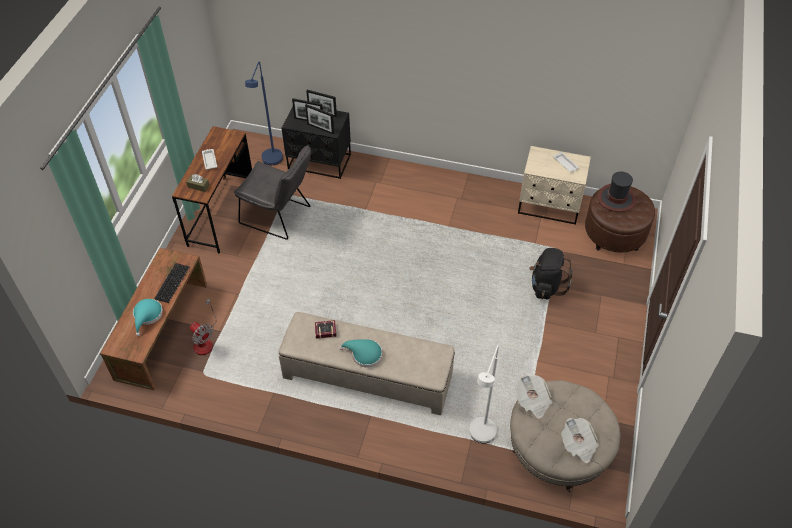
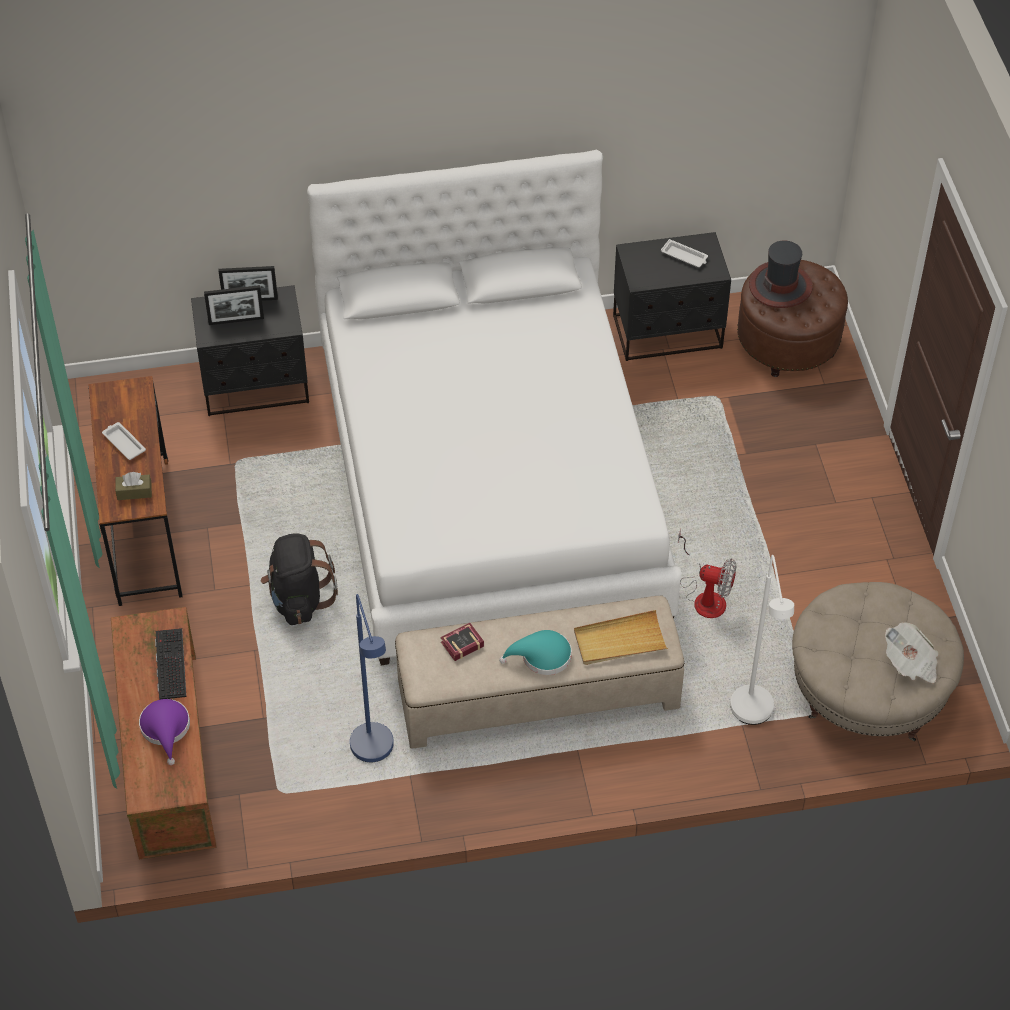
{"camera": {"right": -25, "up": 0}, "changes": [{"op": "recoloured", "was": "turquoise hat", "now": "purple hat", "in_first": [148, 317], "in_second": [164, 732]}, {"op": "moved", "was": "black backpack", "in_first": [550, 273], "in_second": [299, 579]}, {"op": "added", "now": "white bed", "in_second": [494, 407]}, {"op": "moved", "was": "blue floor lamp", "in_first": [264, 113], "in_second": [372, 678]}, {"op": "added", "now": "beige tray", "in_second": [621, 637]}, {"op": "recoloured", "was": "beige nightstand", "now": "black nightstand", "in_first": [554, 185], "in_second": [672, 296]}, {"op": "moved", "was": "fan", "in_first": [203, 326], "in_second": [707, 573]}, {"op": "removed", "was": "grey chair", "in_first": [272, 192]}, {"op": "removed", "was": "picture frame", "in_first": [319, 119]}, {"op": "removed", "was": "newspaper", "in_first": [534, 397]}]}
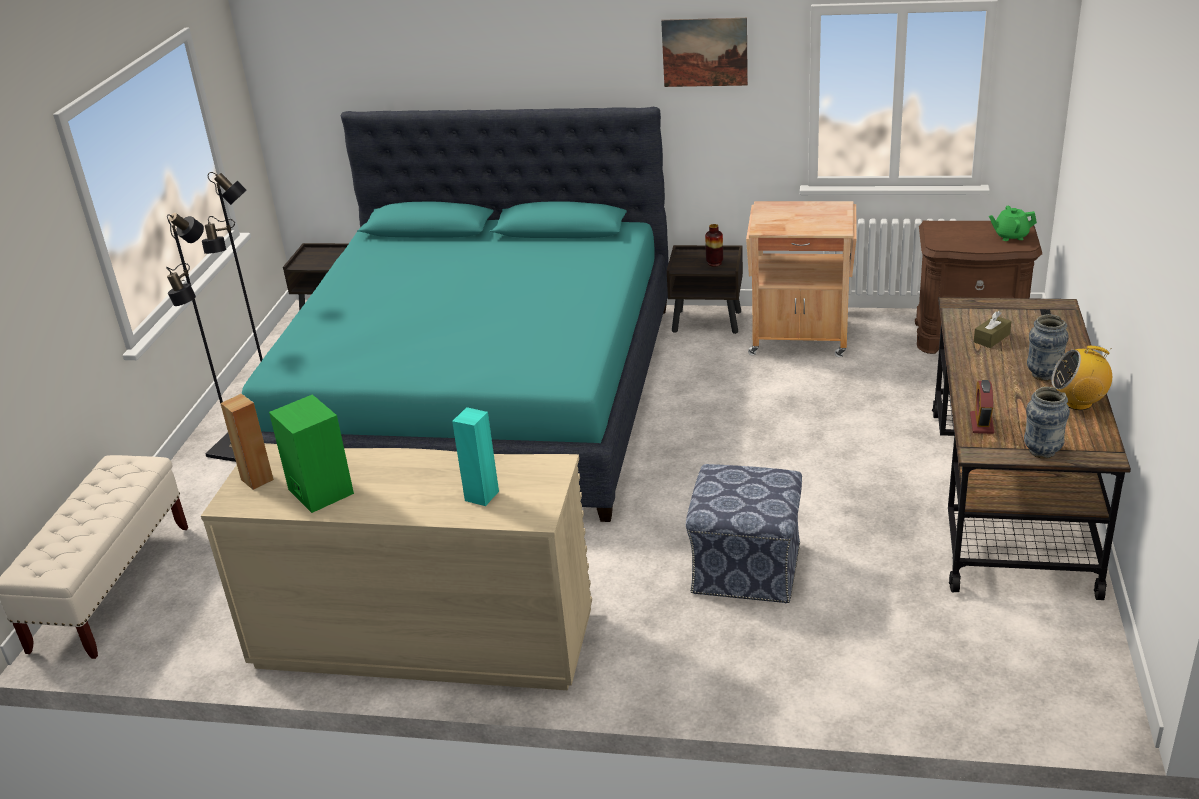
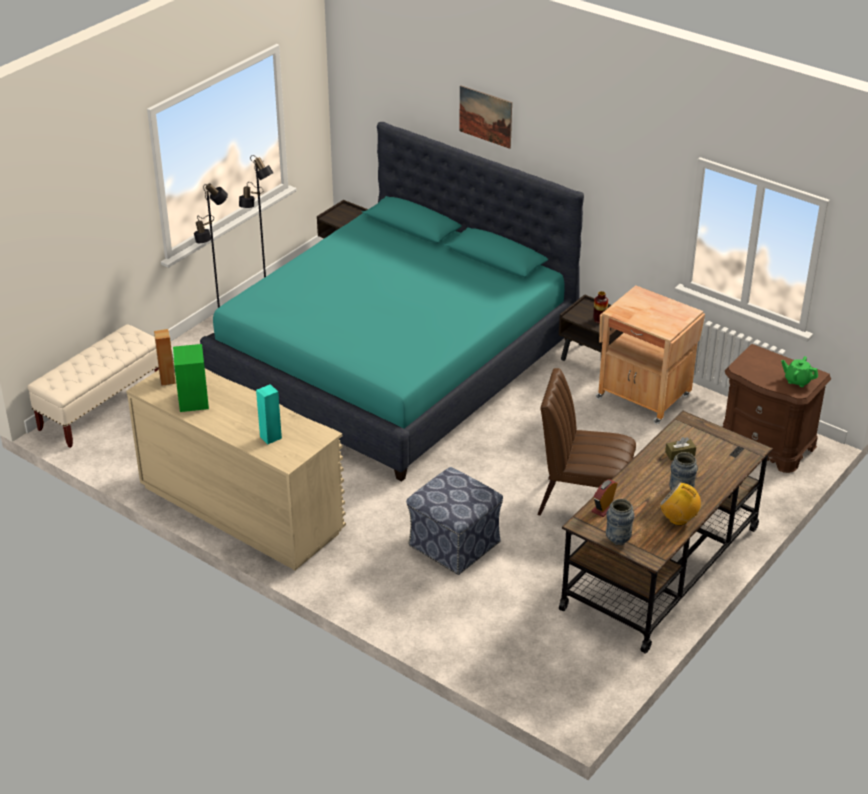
{"camera": {"right": 25, "up": 5}, "changes": [{"op": "moved", "was": "picture", "in_first": [704, 52], "in_second": [485, 117]}, {"op": "added", "now": "brown chair", "in_second": [586, 442]}]}
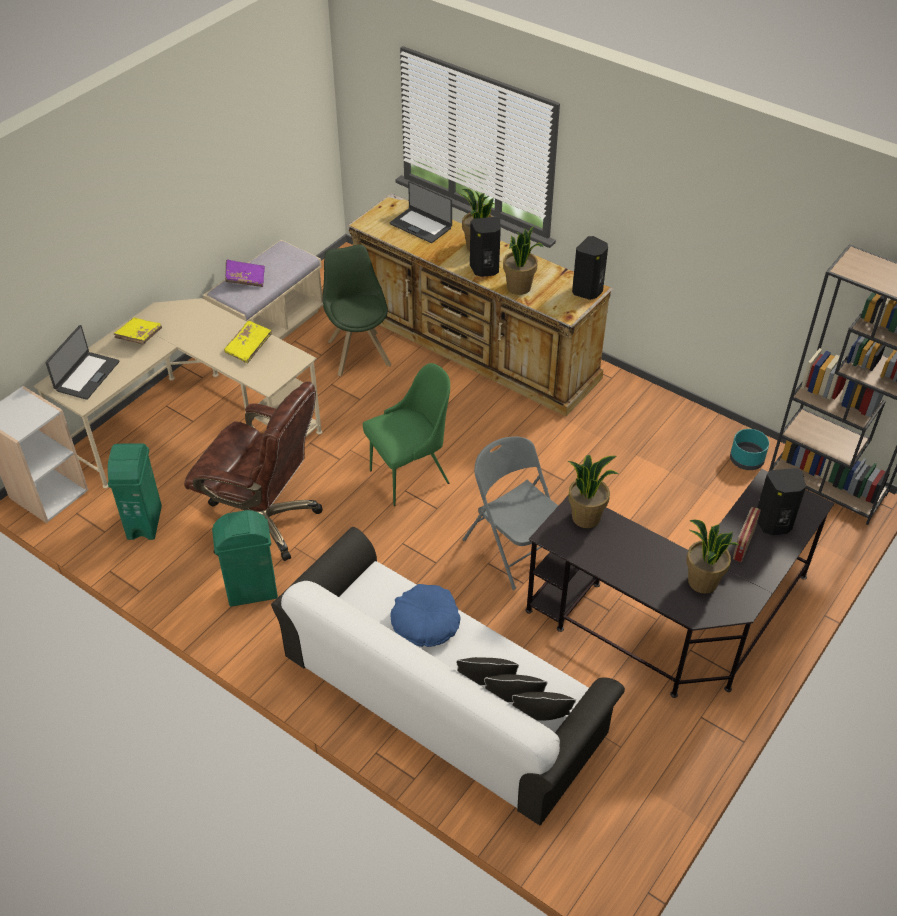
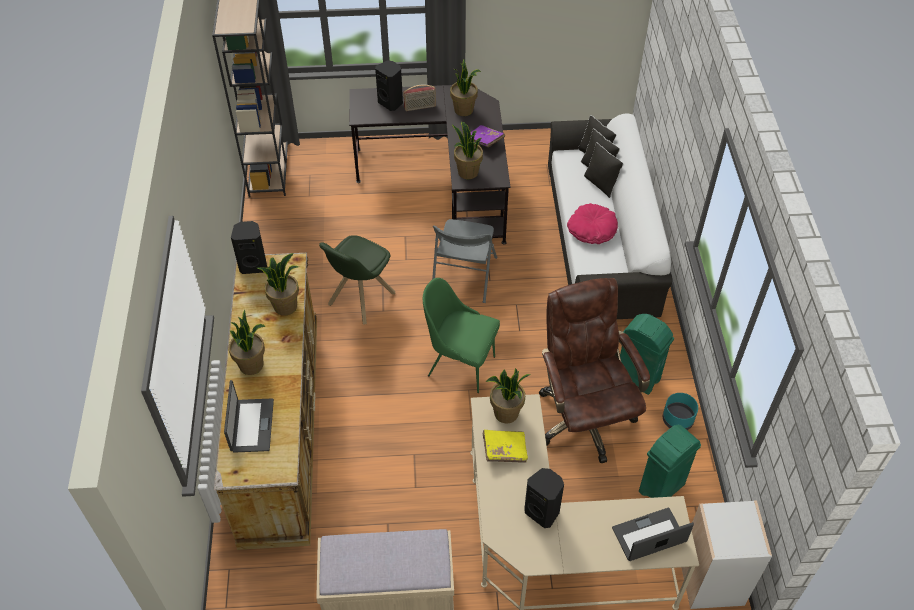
{"camera": {"right": -130, "up": 5}, "changes": [{"op": "moved", "was": "green chair", "in_first": [357, 310], "in_second": [357, 280]}, {"op": "moved", "was": "purple book", "in_first": [245, 273], "in_second": [487, 136]}, {"op": "added", "now": "potted plant", "in_second": [508, 395]}, {"op": "moved", "was": "black speaker", "in_first": [485, 247], "in_second": [544, 498]}, {"op": "recoloured", "was": "blue pillow", "now": "pink pillow", "in_first": [425, 615], "in_second": [592, 223]}, {"op": "moved", "was": "turquoise planter", "in_first": [749, 449], "in_second": [680, 411]}, {"op": "removed", "was": "yellow book", "in_first": [137, 331]}]}
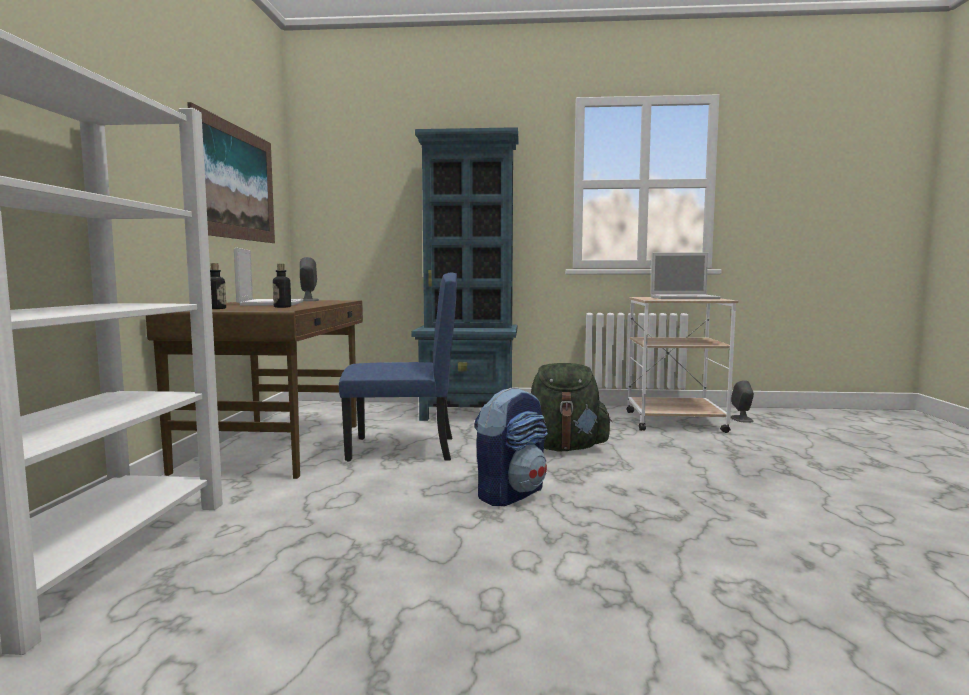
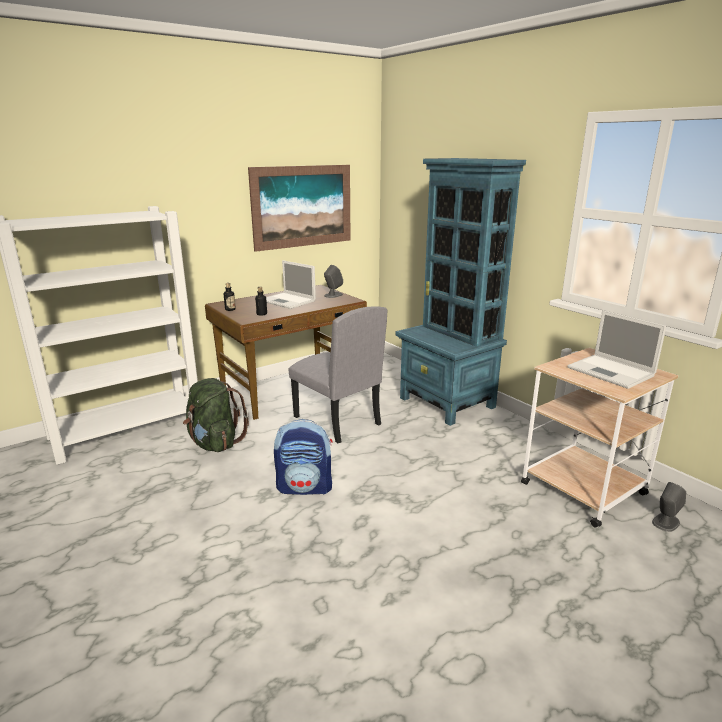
{"camera": {"right": 50, "up": 15}, "changes": [{"op": "moved", "was": "green backpack", "in_first": [571, 407], "in_second": [216, 415]}, {"op": "turned", "was": "laptop", "in_first": [268, 277], "in_second": [291, 284], "clockwise": 90}, {"op": "recoloured", "was": "blue chair", "now": "grey chair", "in_first": [398, 367], "in_second": [338, 374]}]}
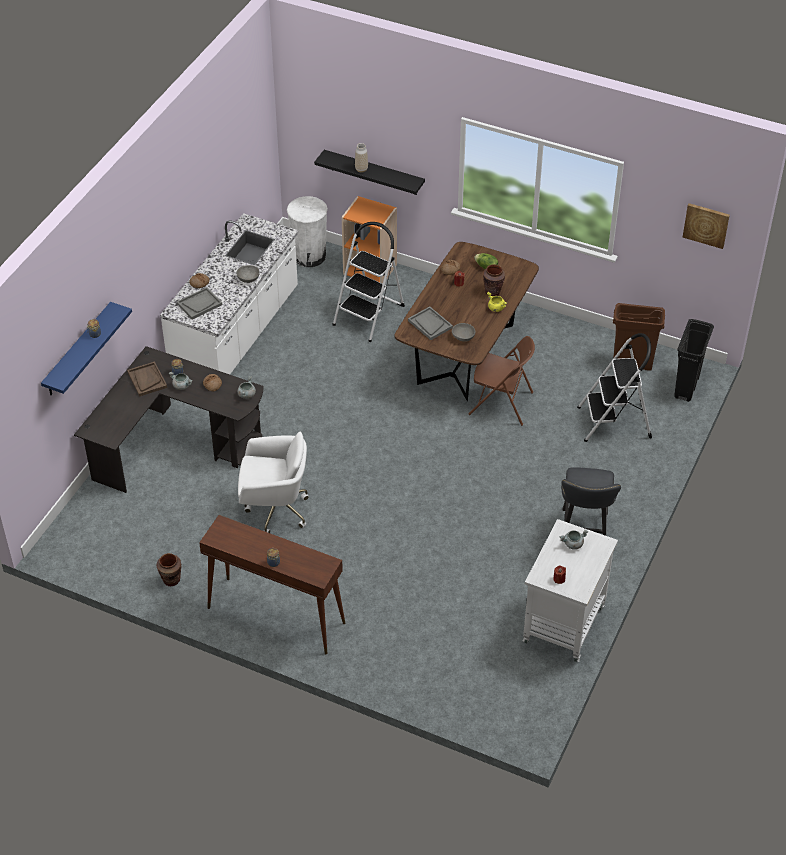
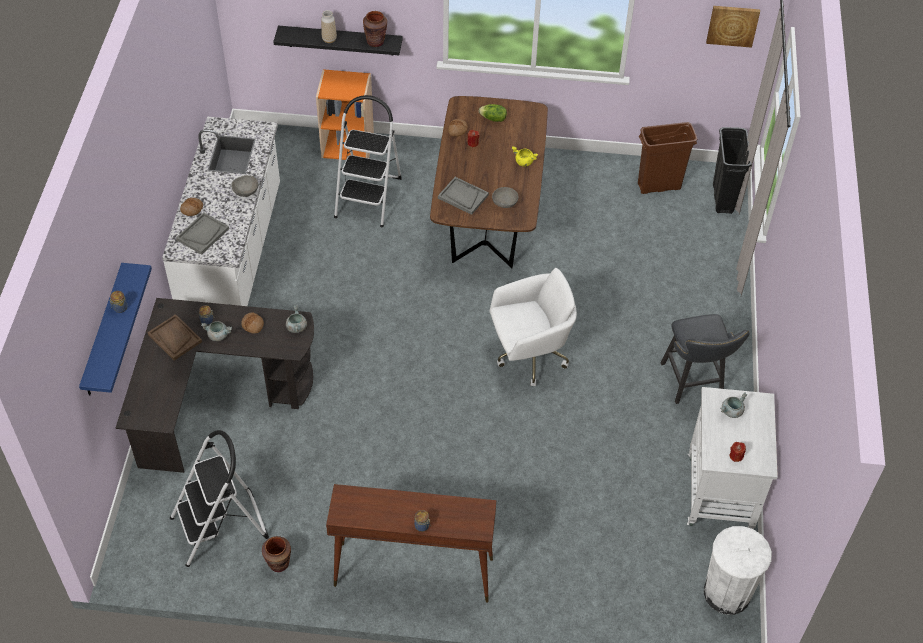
{"camera": {"right": -20, "up": 5}, "changes": [{"op": "moved", "was": "step ladder", "in_first": [614, 387], "in_second": [219, 498]}, {"op": "moved", "was": "brown vase", "in_first": [494, 280], "in_second": [375, 29]}, {"op": "moved", "was": "white office chair", "in_first": [273, 482], "in_second": [533, 327]}, {"op": "moved", "was": "white trash can", "in_first": [307, 231], "in_second": [738, 570]}, {"op": "removed", "was": "brown chair", "in_first": [502, 381]}]}
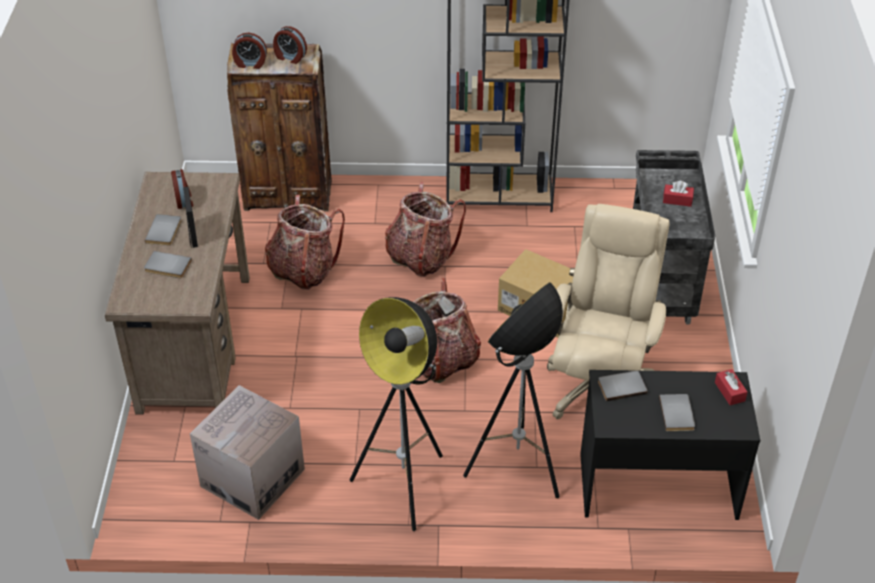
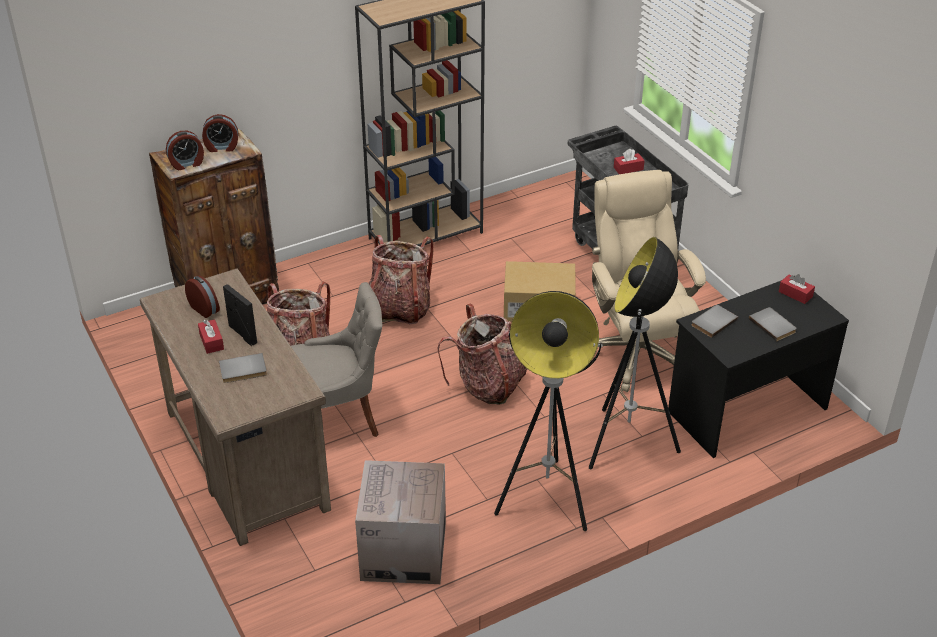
{"camera": {"right": -30, "up": -5}, "changes": [{"op": "replaced", "was": "grey book", "now": "red tissue box", "in_first": [163, 230], "in_second": [211, 336]}, {"op": "added", "now": "grey chair", "in_second": [336, 359]}]}
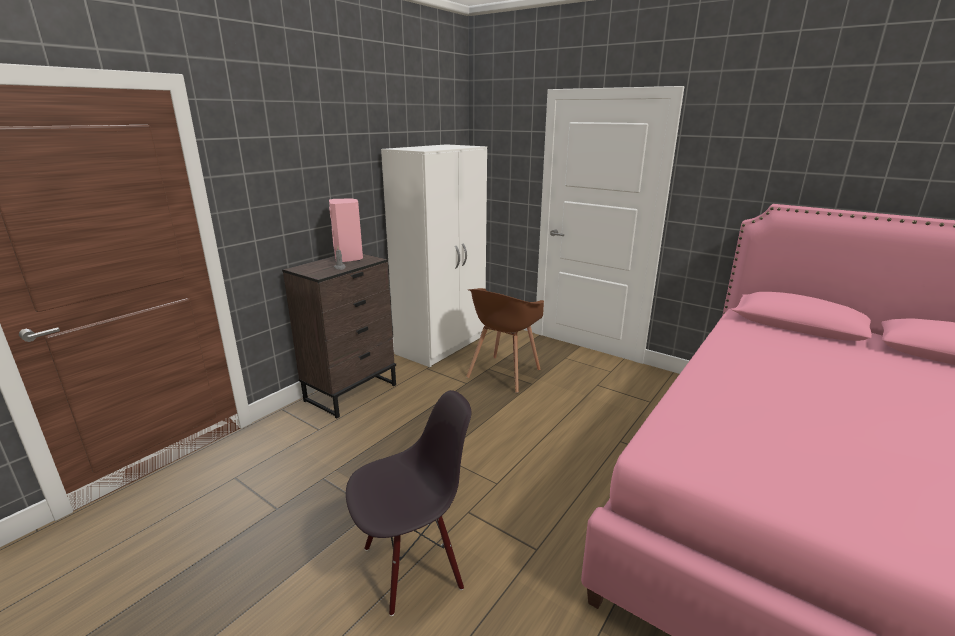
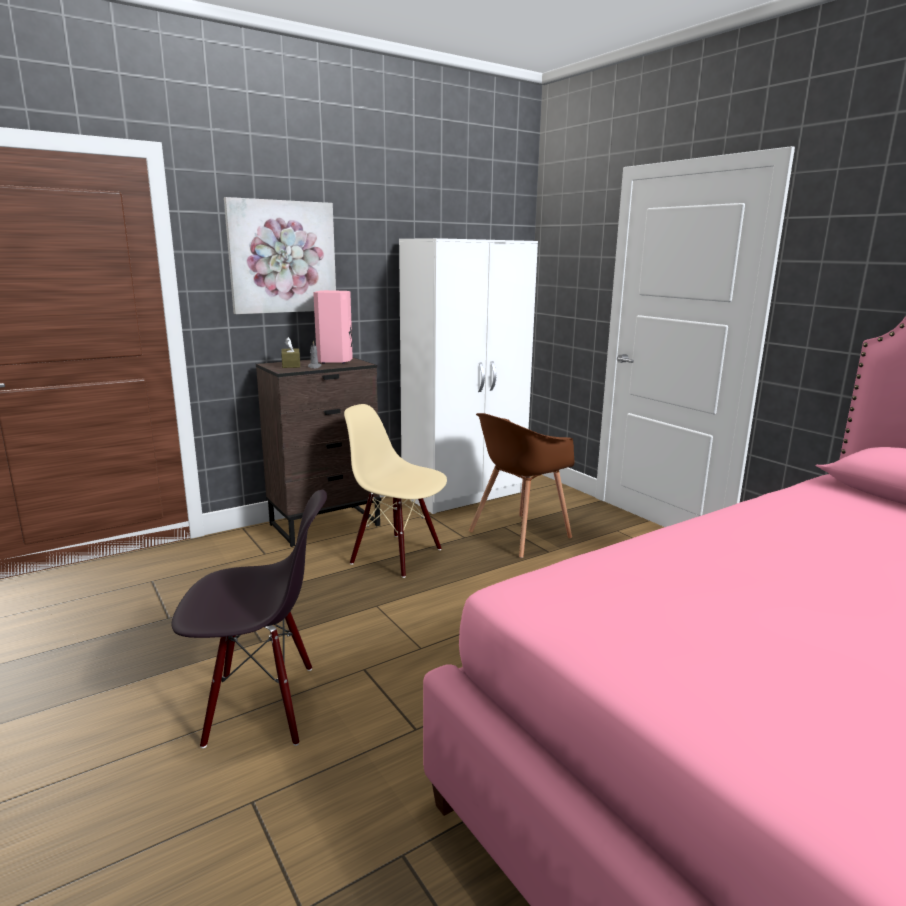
{"camera": {"right": 20, "up": -5}, "changes": [{"op": "added", "now": "picture", "in_second": [280, 255]}, {"op": "added", "now": "brown tissue box", "in_second": [290, 352]}, {"op": "added", "now": "beige chair", "in_second": [395, 491]}]}
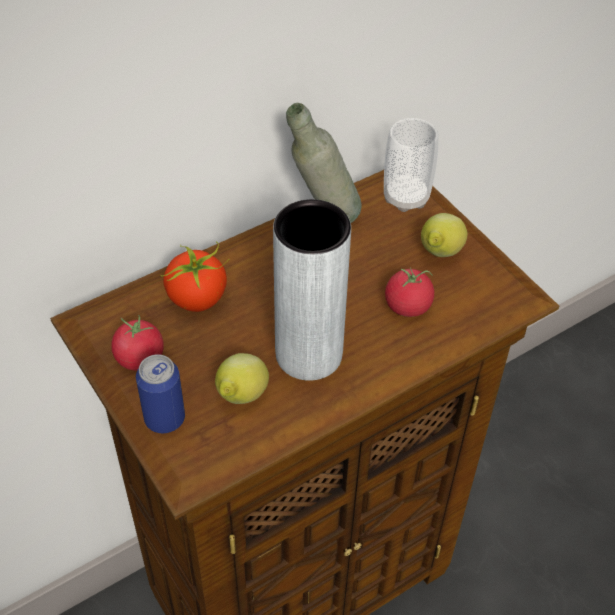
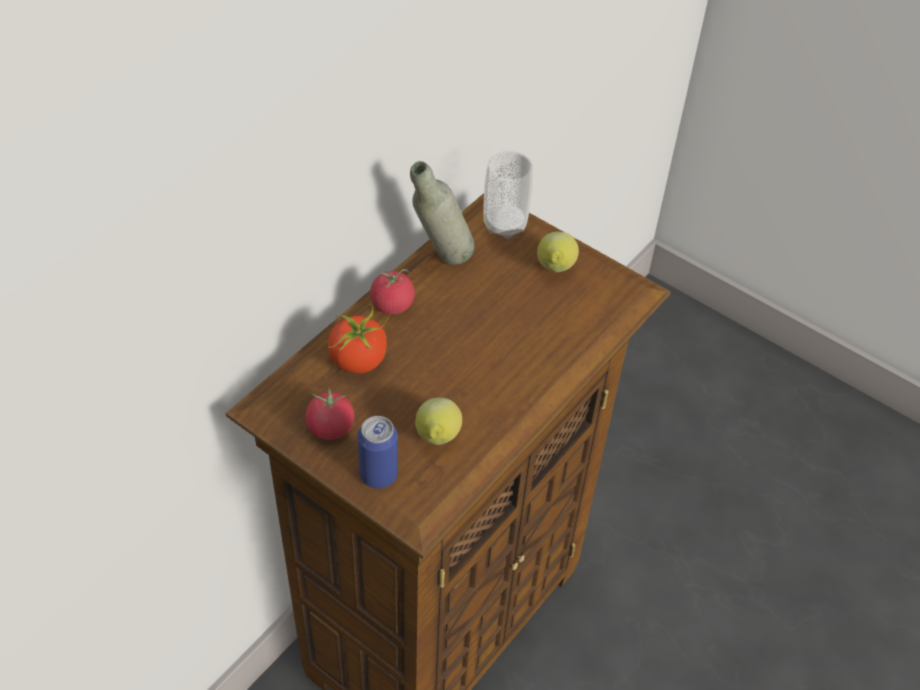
{"camera": {"right": -20, "up": 0}, "changes": [{"op": "moved", "was": "tomato", "in_first": [409, 292], "in_second": [392, 291]}, {"op": "removed", "was": "grey vase", "in_first": [312, 290]}]}
